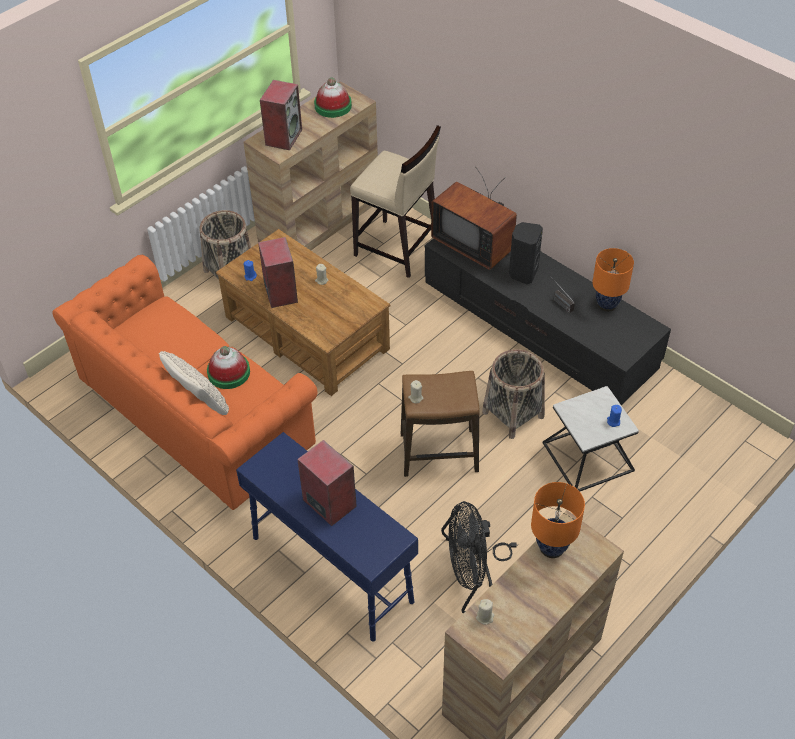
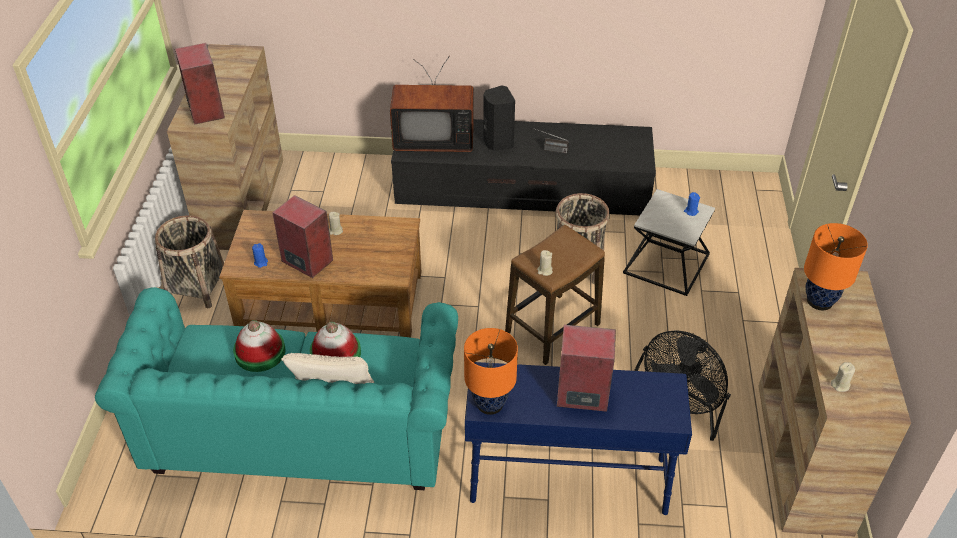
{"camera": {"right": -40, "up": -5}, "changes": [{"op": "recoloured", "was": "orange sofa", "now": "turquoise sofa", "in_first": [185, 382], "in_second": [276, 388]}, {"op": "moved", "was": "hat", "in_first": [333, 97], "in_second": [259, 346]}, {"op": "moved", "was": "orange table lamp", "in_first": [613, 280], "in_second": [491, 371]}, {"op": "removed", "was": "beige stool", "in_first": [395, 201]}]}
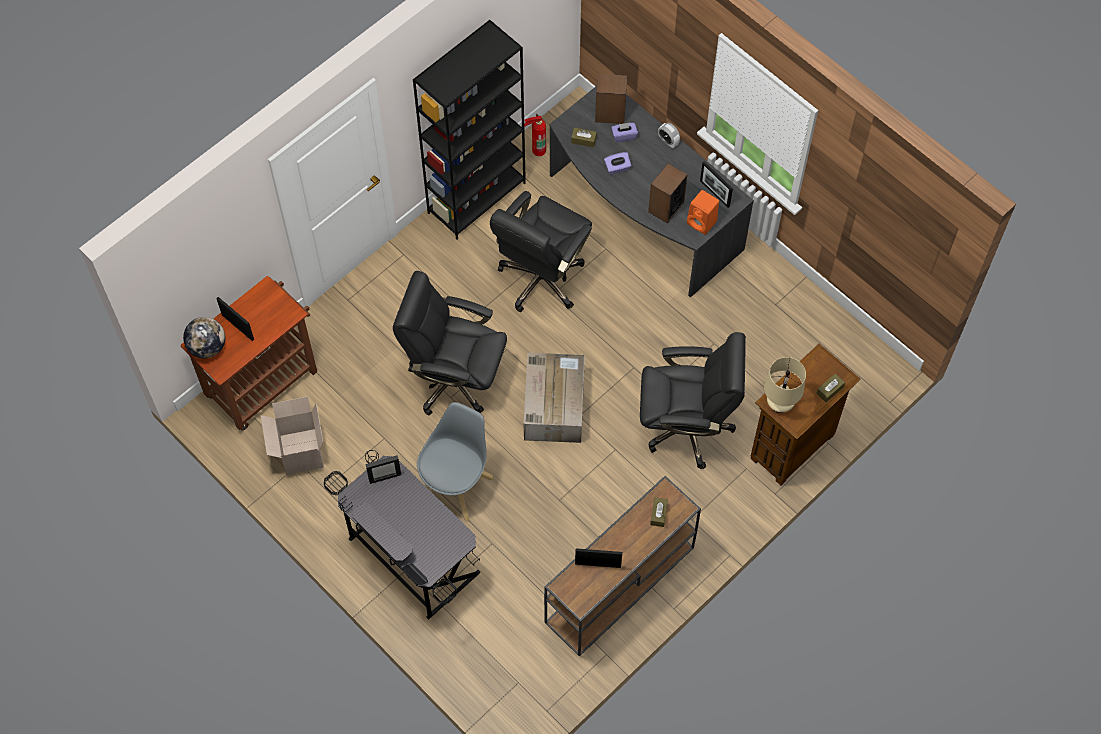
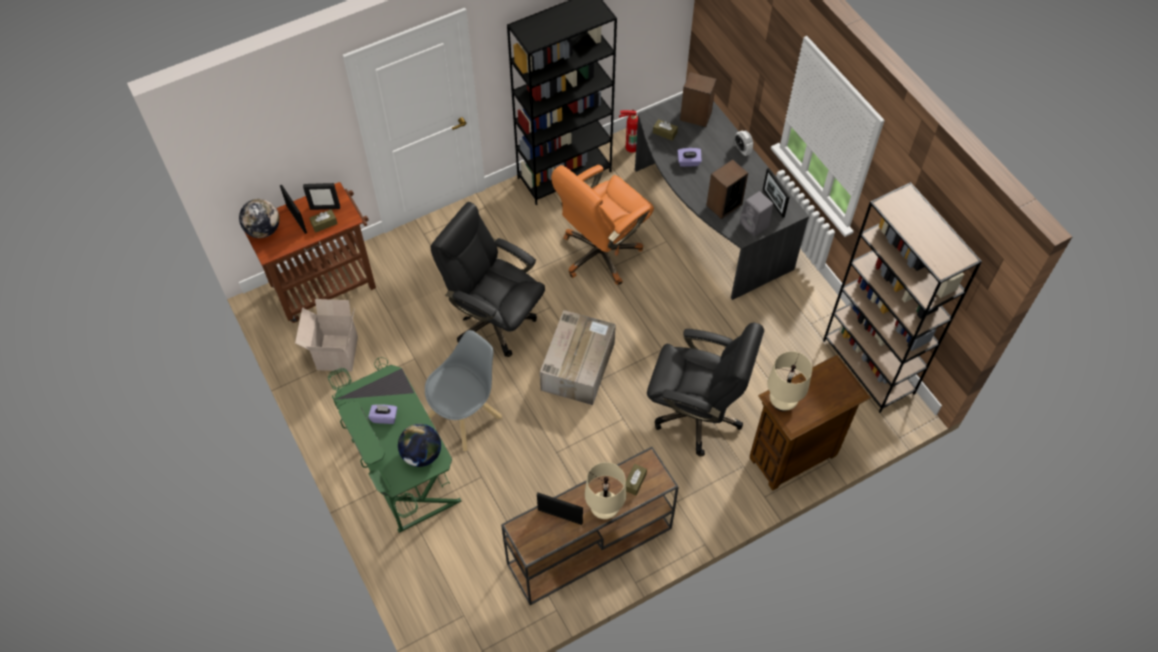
{"camera": {"right": 15, "up": -5}, "changes": [{"op": "moved", "was": "picture frame", "in_first": [383, 469], "in_second": [321, 196]}, {"op": "moved", "was": "brown tissue box", "in_first": [830, 388], "in_second": [323, 221]}, {"op": "recoloured", "was": "black desk", "now": "green desk", "in_first": [402, 535], "in_second": [394, 445]}, {"op": "moved", "was": "purple tissue box", "in_first": [624, 132], "in_second": [382, 414]}, {"op": "added", "now": "globe", "in_second": [419, 445]}, {"op": "recoloured", "was": "black office chair", "now": "orange office chair", "in_first": [541, 251], "in_second": [602, 225]}, {"op": "added", "now": "beige table lamp", "in_second": [605, 490]}, {"op": "recoloured", "was": "orange speaker", "now": "grey speaker", "in_first": [703, 212], "in_second": [756, 213]}, {"op": "added", "now": "beige bookcase", "in_second": [902, 297]}]}
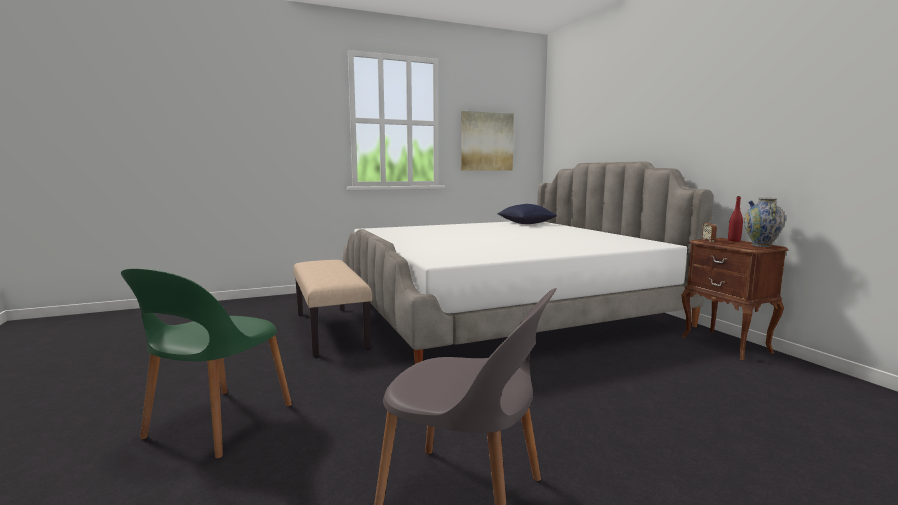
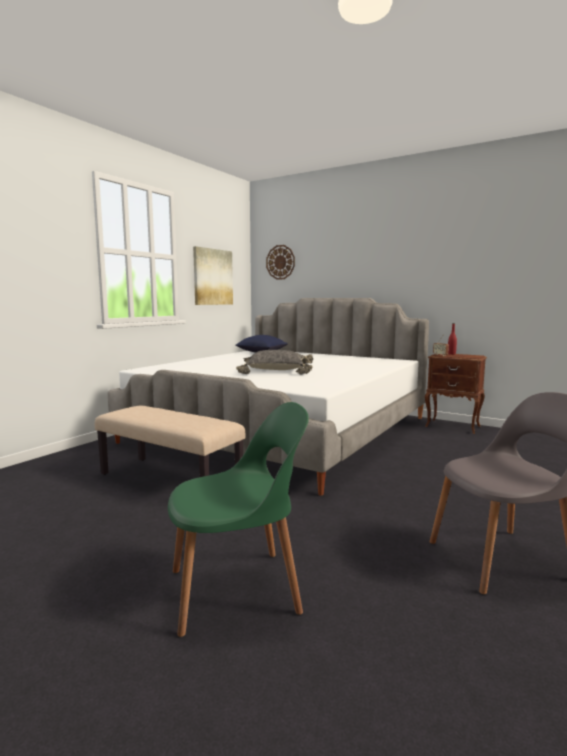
{"camera": {"right": -35, "up": 0}, "changes": [{"op": "turned", "was": "green chair", "in_first": [206, 363], "in_second": [238, 519], "clockwise": -90}, {"op": "added", "now": "pillow", "in_second": [274, 362]}, {"op": "added", "now": "wall clock", "in_second": [280, 262]}, {"op": "removed", "was": "vase", "in_first": [765, 222]}]}
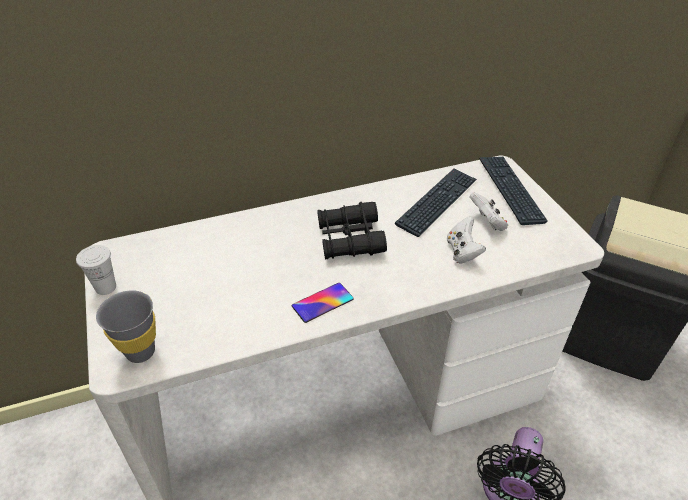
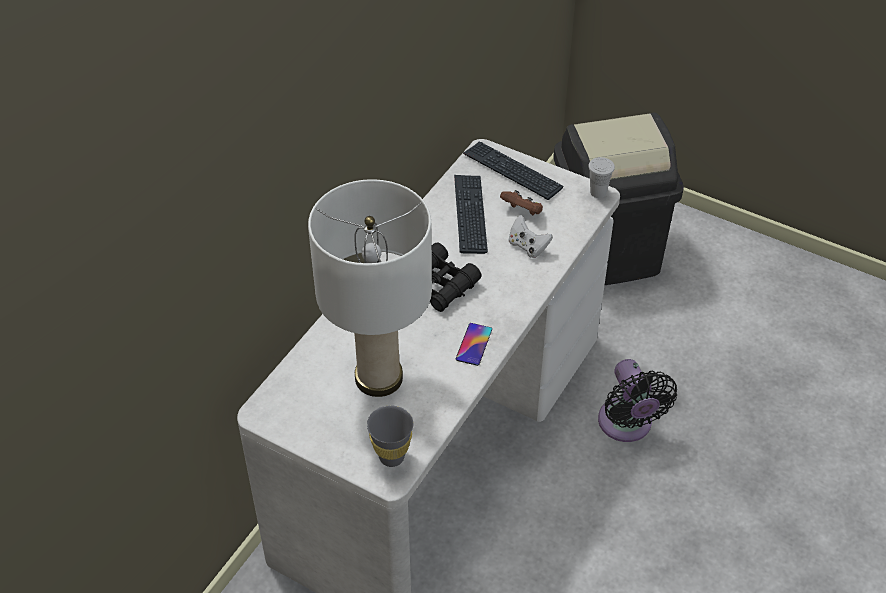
{"camera": {"right": -40, "up": 5}, "changes": [{"op": "added", "now": "white table lamp", "in_second": [370, 288]}, {"op": "recoloured", "was": "white game controller", "now": "brown game controller", "in_first": [489, 211], "in_second": [521, 202]}, {"op": "moved", "was": "white cup", "in_first": [96, 270], "in_second": [602, 177]}]}
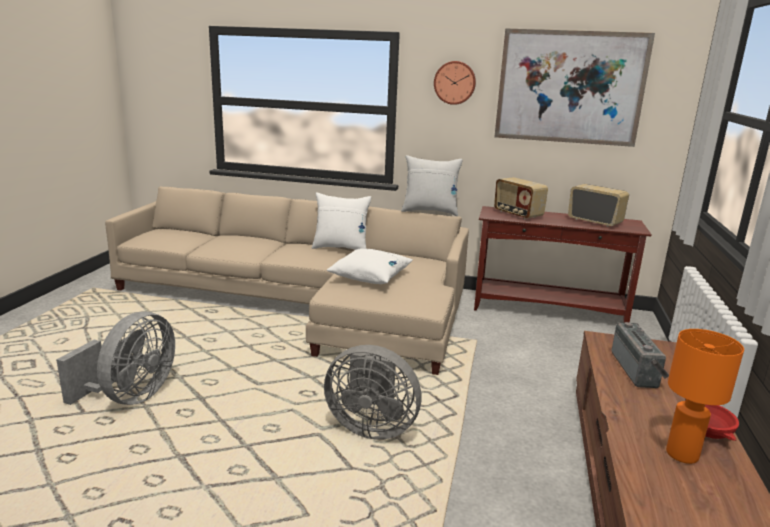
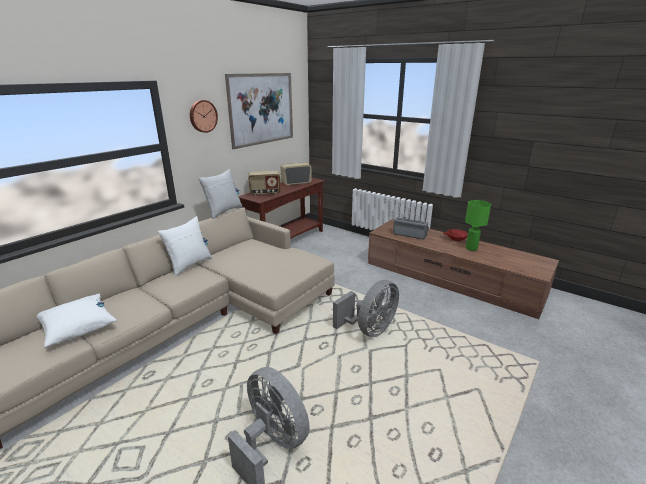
{"camera": {"right": -65, "up": 5}, "changes": [{"op": "moved", "was": "white pillow", "in_first": [370, 266], "in_second": [77, 320]}, {"op": "recoloured", "was": "orange table lamp", "now": "green table lamp", "in_first": [705, 396], "in_second": [478, 225]}]}
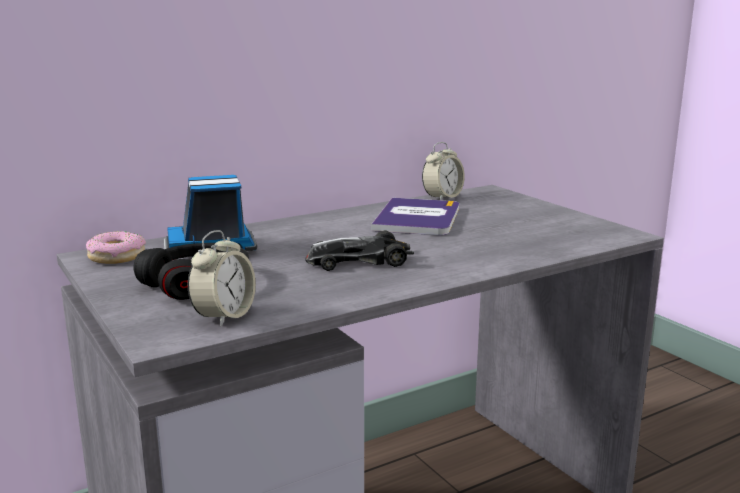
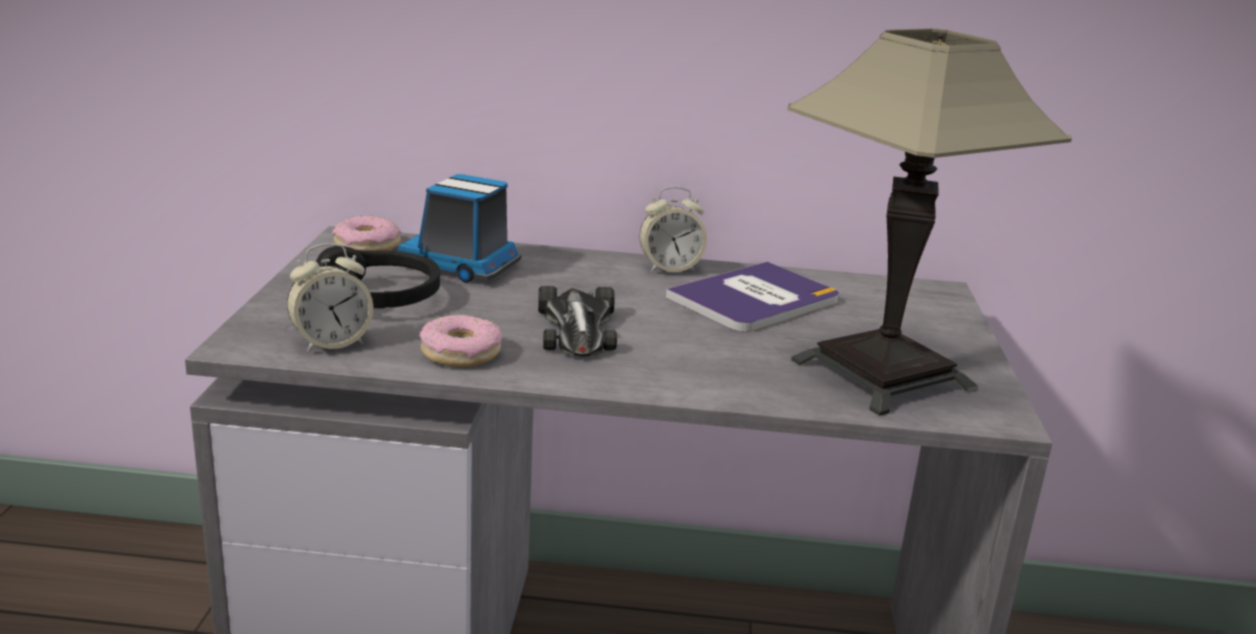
{"camera": {"right": 35, "up": 5}, "changes": [{"op": "added", "now": "donut", "in_second": [460, 340]}, {"op": "turned", "was": "toy car", "in_first": [360, 250], "in_second": [577, 321], "clockwise": -120}, {"op": "moved", "was": "alarm clock", "in_first": [443, 171], "in_second": [673, 229]}, {"op": "added", "now": "table lamp", "in_second": [929, 222]}]}
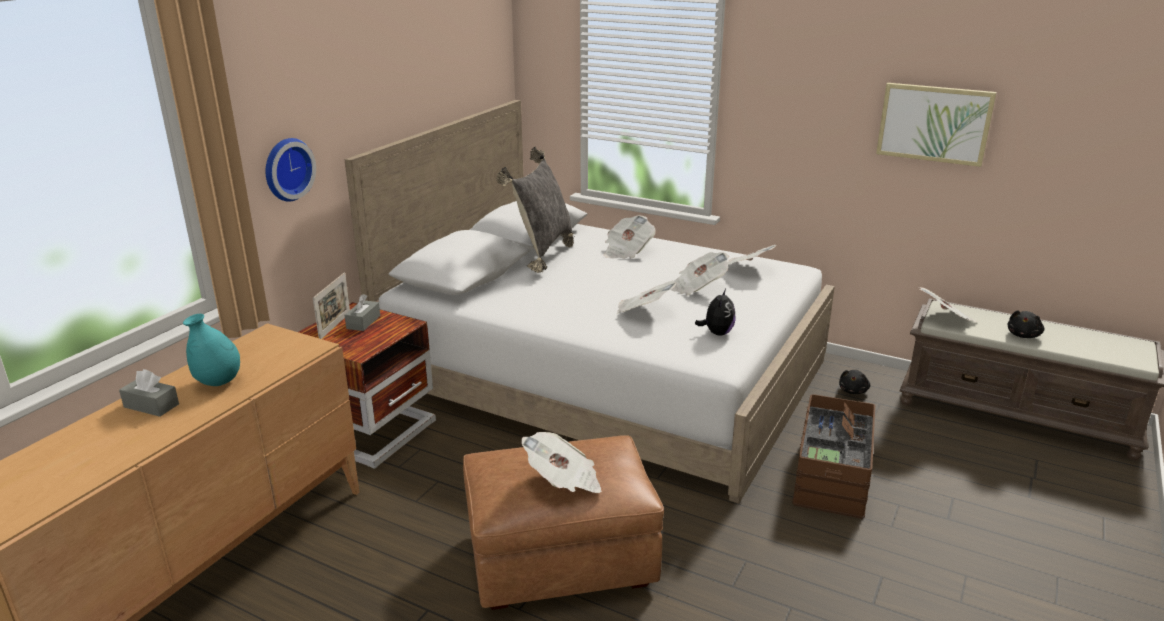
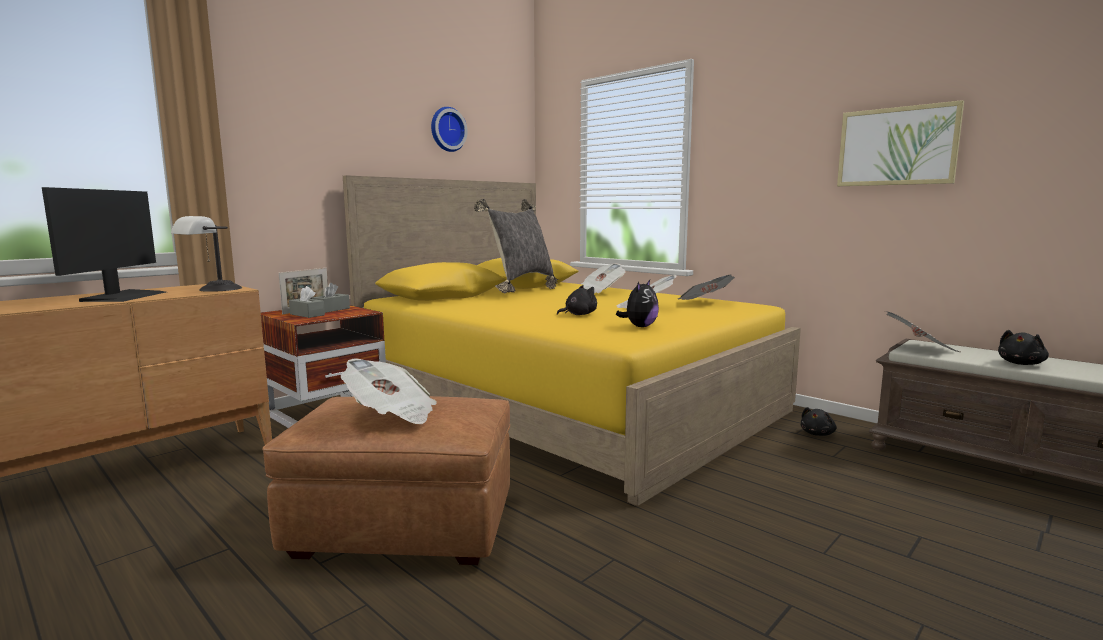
{"camera": {"right": 15, "up": -15}, "changes": [{"op": "replaced", "was": "turquoise vase", "now": "monitor", "in_first": [211, 350], "in_second": [104, 244]}, {"op": "added", "now": "table lamp", "in_second": [206, 254]}, {"op": "moved", "was": "grey tissue box", "in_first": [149, 393], "in_second": [307, 302]}, {"op": "recoloured", "was": "white bed", "now": "yellow bed", "in_first": [590, 302], "in_second": [572, 340]}, {"op": "moved", "was": "wall clock", "in_first": [291, 170], "in_second": [449, 129]}, {"op": "replaced", "was": "newspaper", "now": "black plush toy", "in_first": [646, 297], "in_second": [577, 300]}, {"op": "removed", "was": "brown storage box", "in_first": [833, 456]}]}
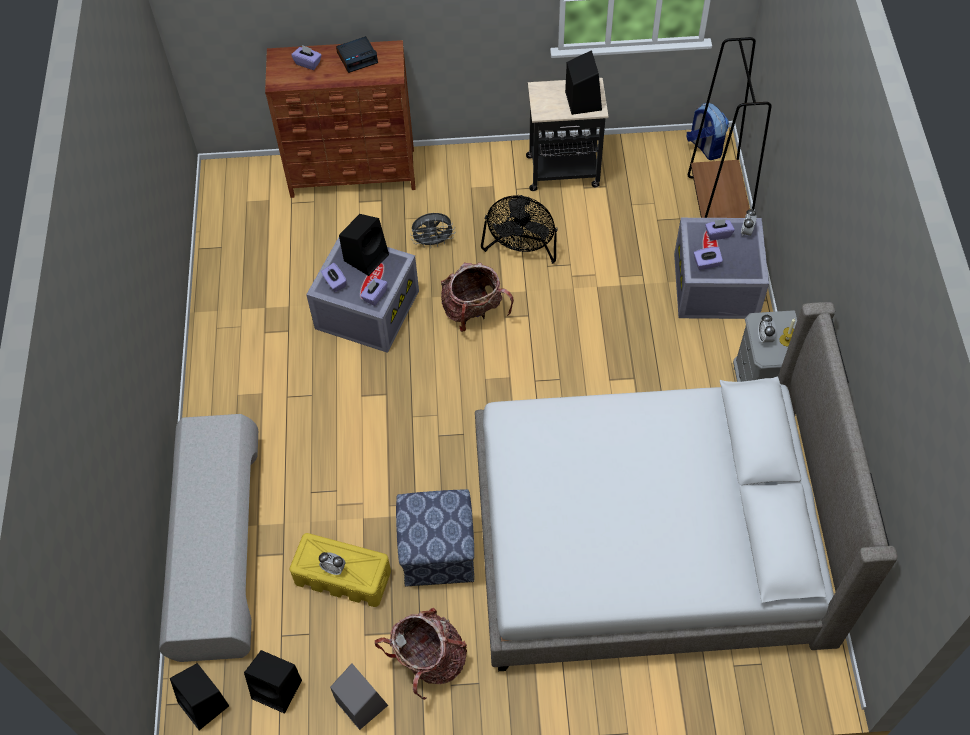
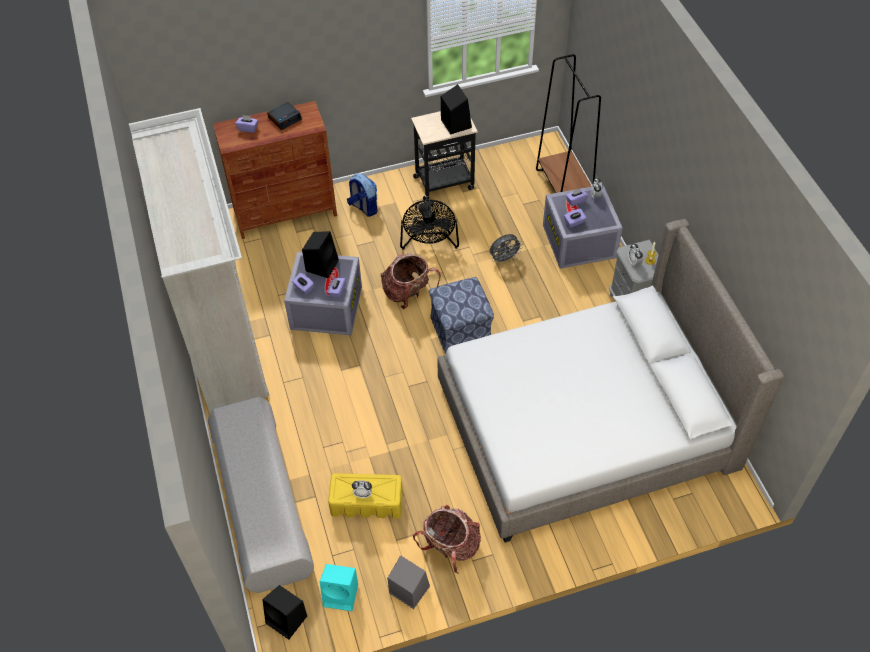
{"camera": {"right": -15, "up": -5}, "changes": [{"op": "added", "now": "white wardrobe", "in_second": [199, 260]}, {"op": "recoloured", "was": "black speaker", "now": "turquoise speaker", "in_first": [273, 682], "in_second": [339, 587]}, {"op": "moved", "was": "backpack", "in_first": [708, 131], "in_second": [362, 195]}, {"op": "moved", "was": "ottoman", "in_first": [435, 537], "in_second": [461, 315]}, {"op": "moved", "was": "grey fan", "in_first": [432, 230], "in_second": [506, 249]}]}
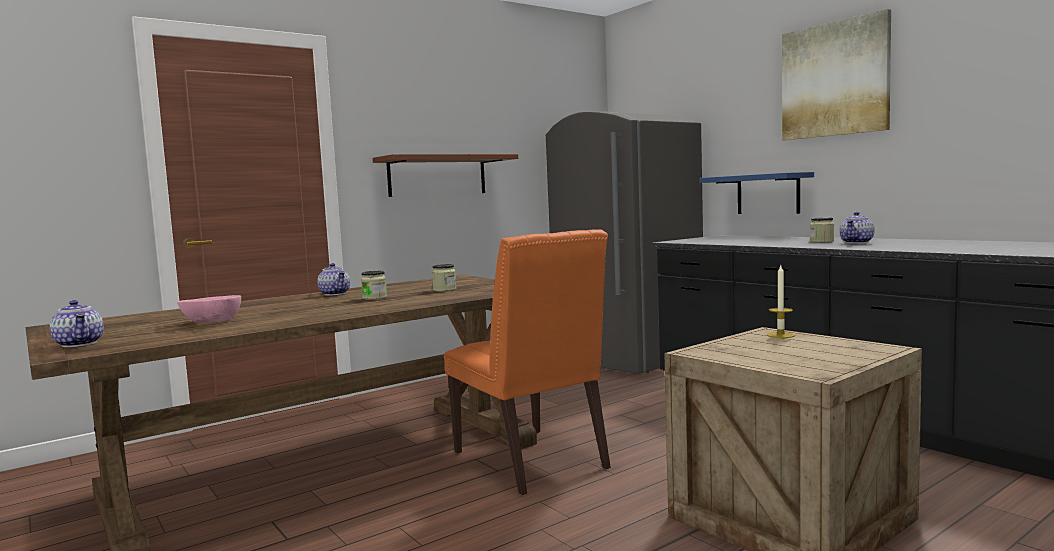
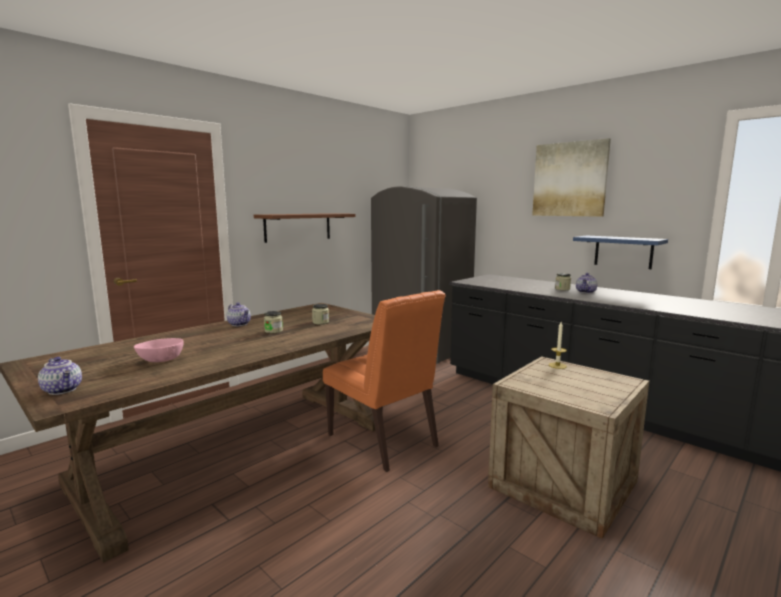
{"camera": {"right": -10, "up": 5}, "changes": [{"op": "moved", "was": "blue shelf", "in_first": [756, 193], "in_second": [620, 252]}]}
